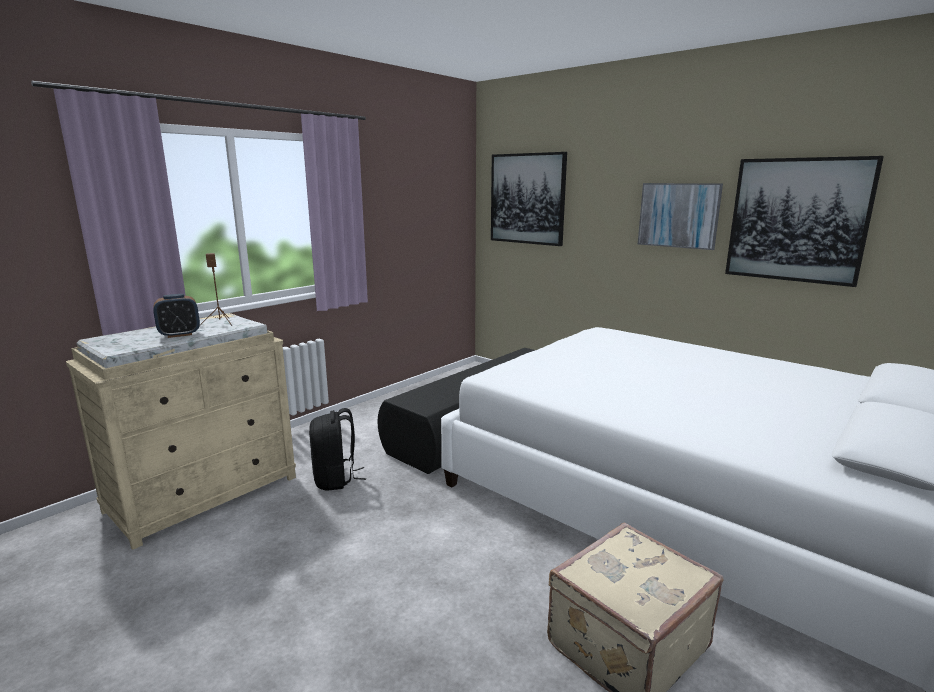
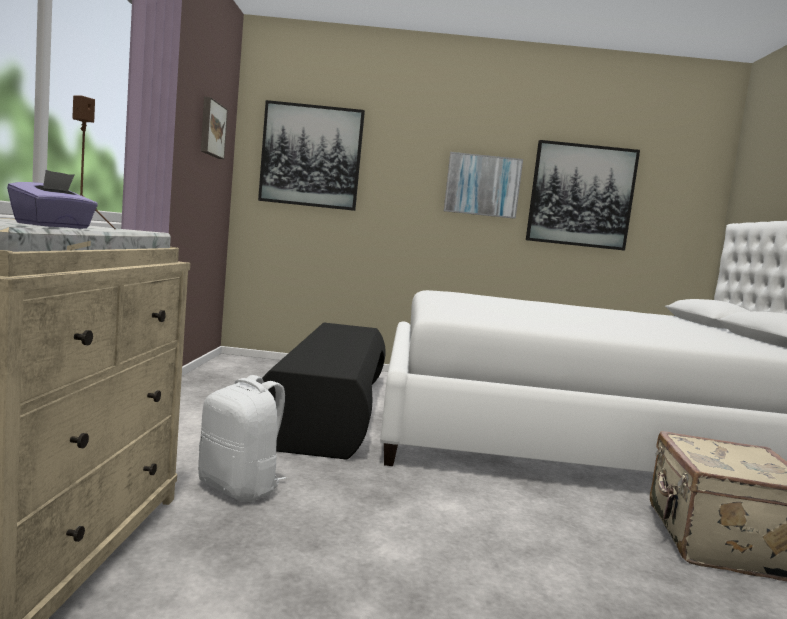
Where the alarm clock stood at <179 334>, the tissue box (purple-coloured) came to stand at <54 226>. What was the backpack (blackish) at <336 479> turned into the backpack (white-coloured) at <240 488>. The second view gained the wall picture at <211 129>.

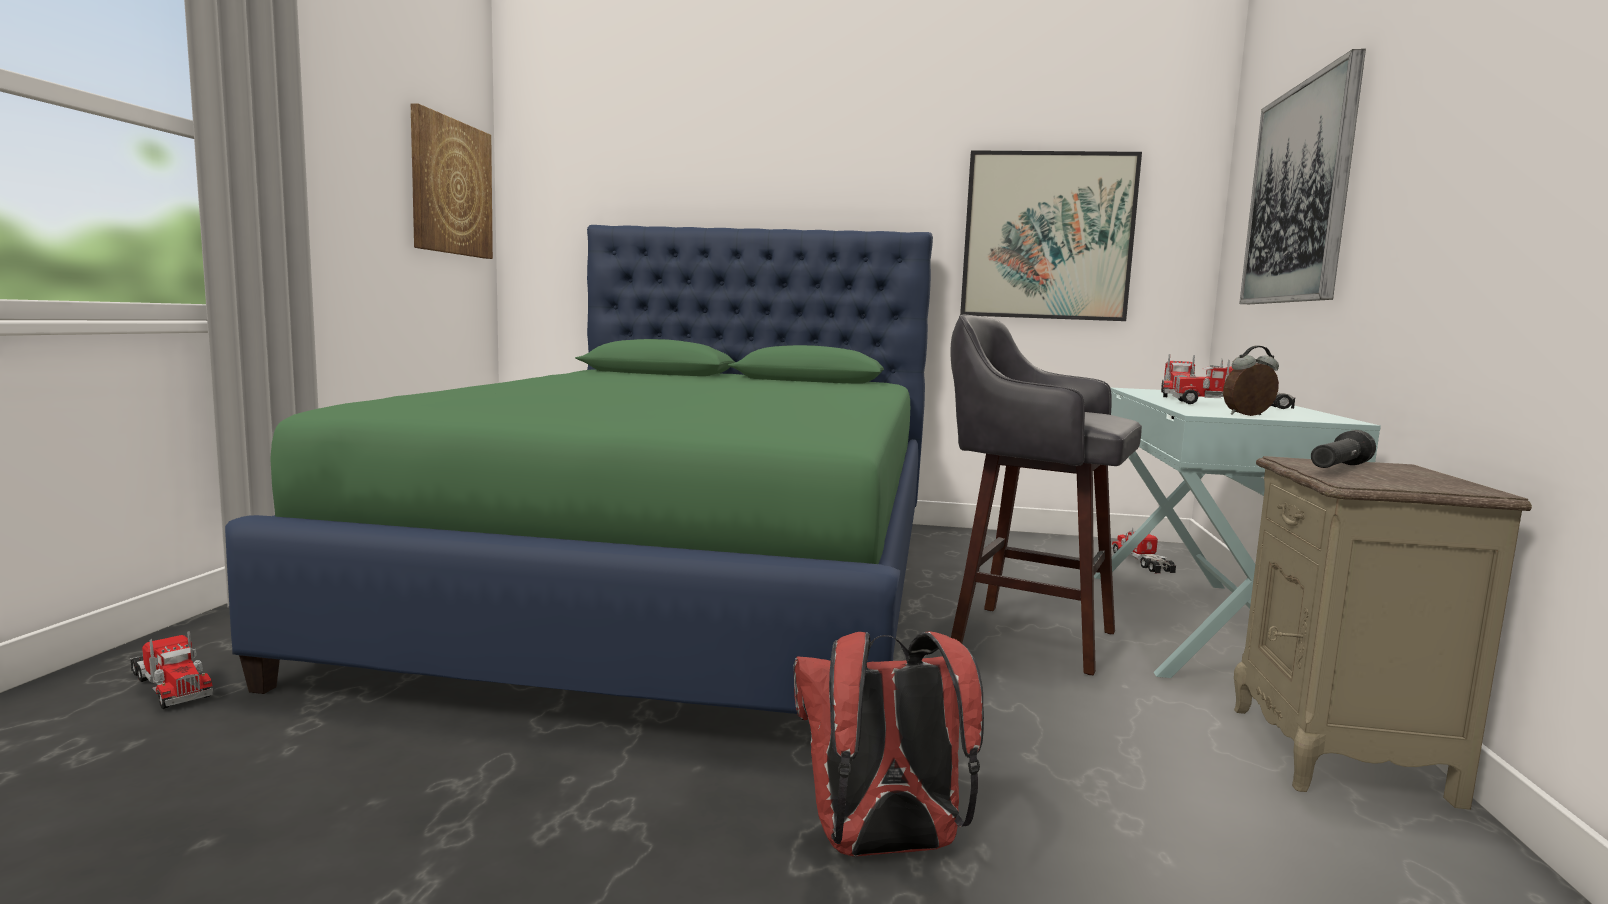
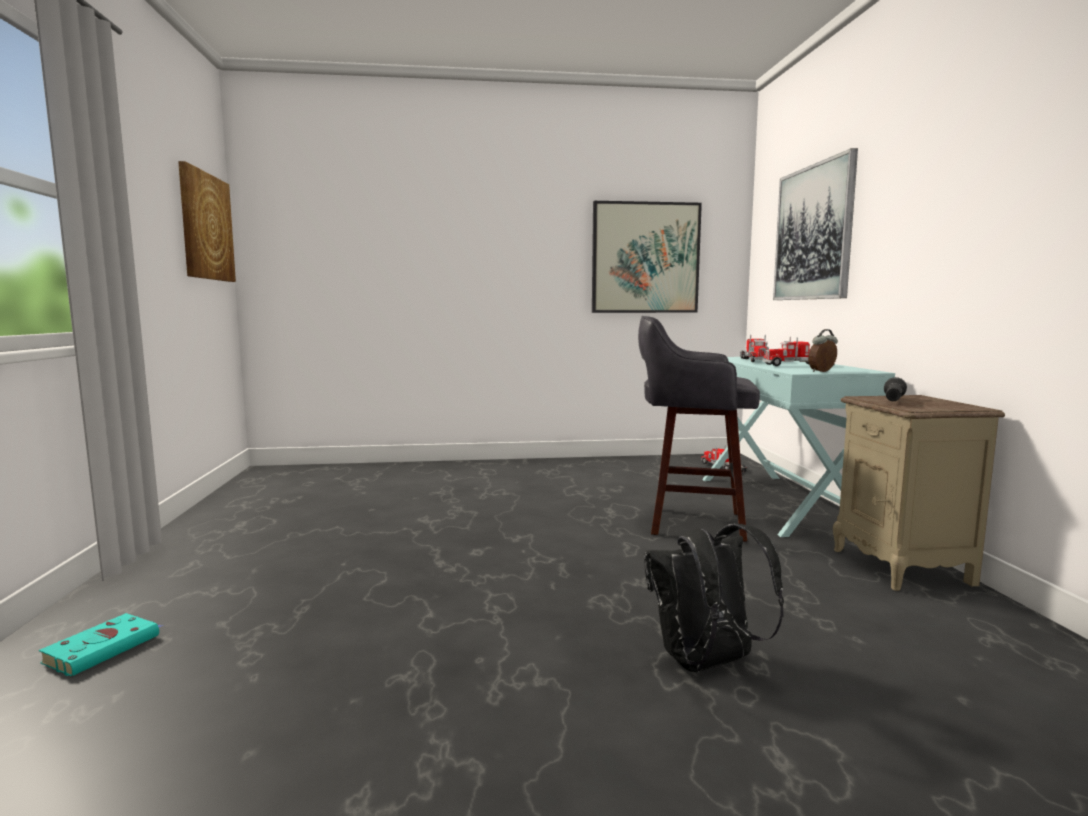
Where the model truck stood at <170 686>, the book (turquoise-coloured) came to stand at <105 648>. What was the backpack (red-coloured) at <882 847> turned into the backpack (blackish) at <706 663>. The second view lost the sleeping bed (greenish) at <683 583>.

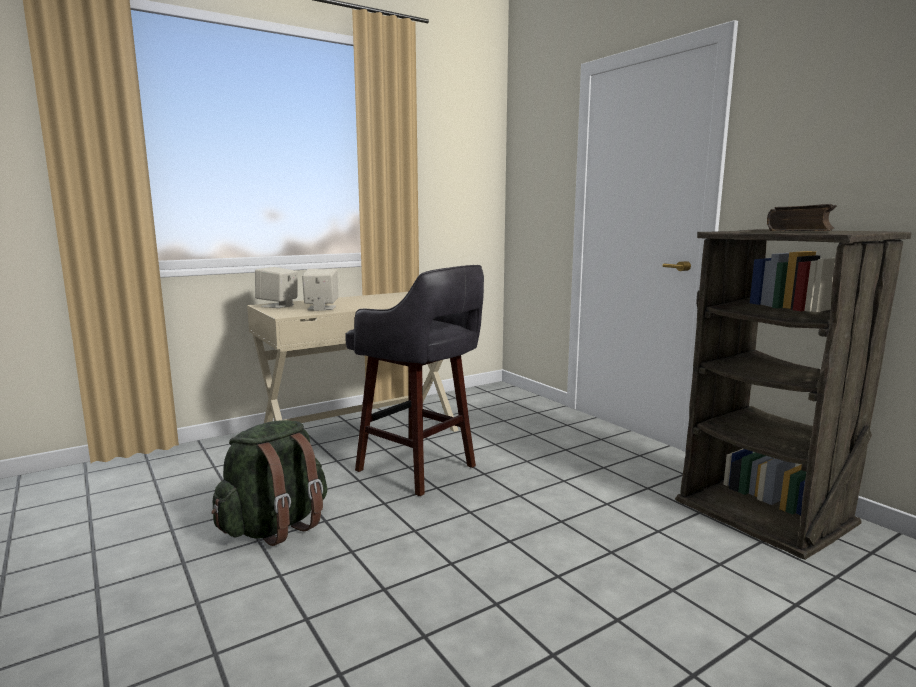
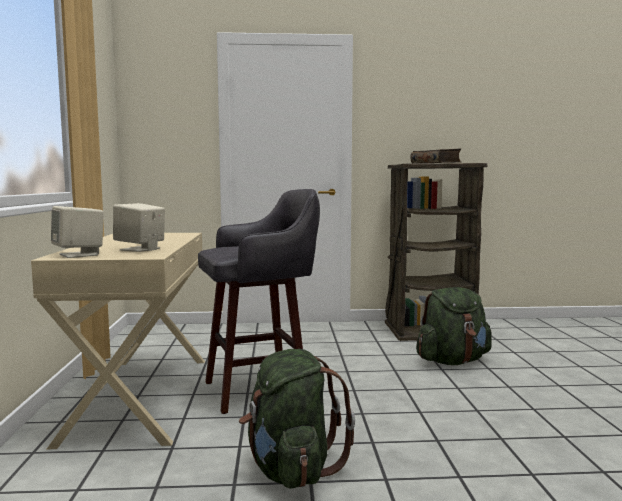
The second view gained the backpack (greenish) at <452 361>.

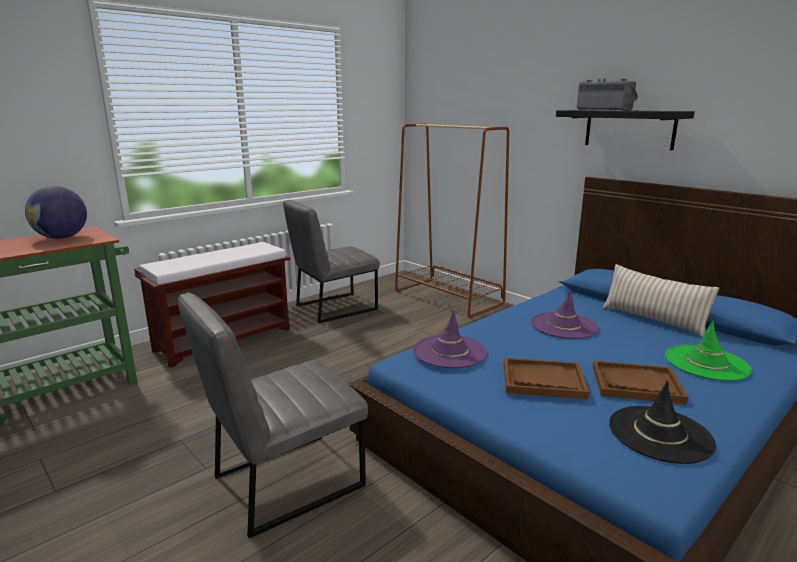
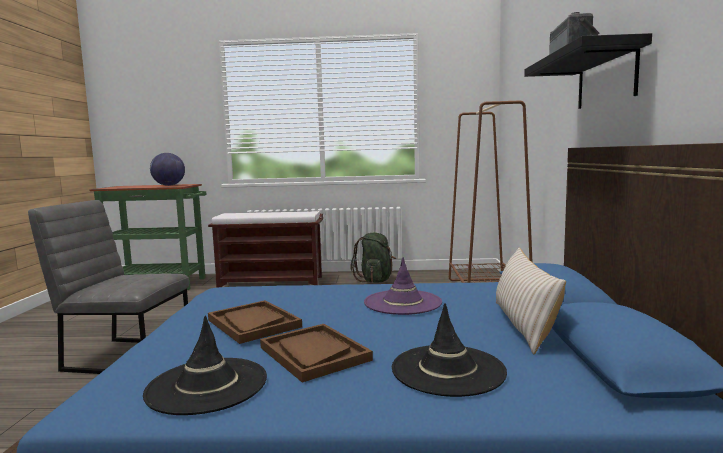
Where the plain chair (grey) stood at <334 308>, the backpack (greenish) came to stand at <375 280>. What was the clothing hat (greenish) at <706 363> turned into the clothing hat (blackish) at <448 370>. The second view lost the clothing hat (purple-coloured) at <449 351>.

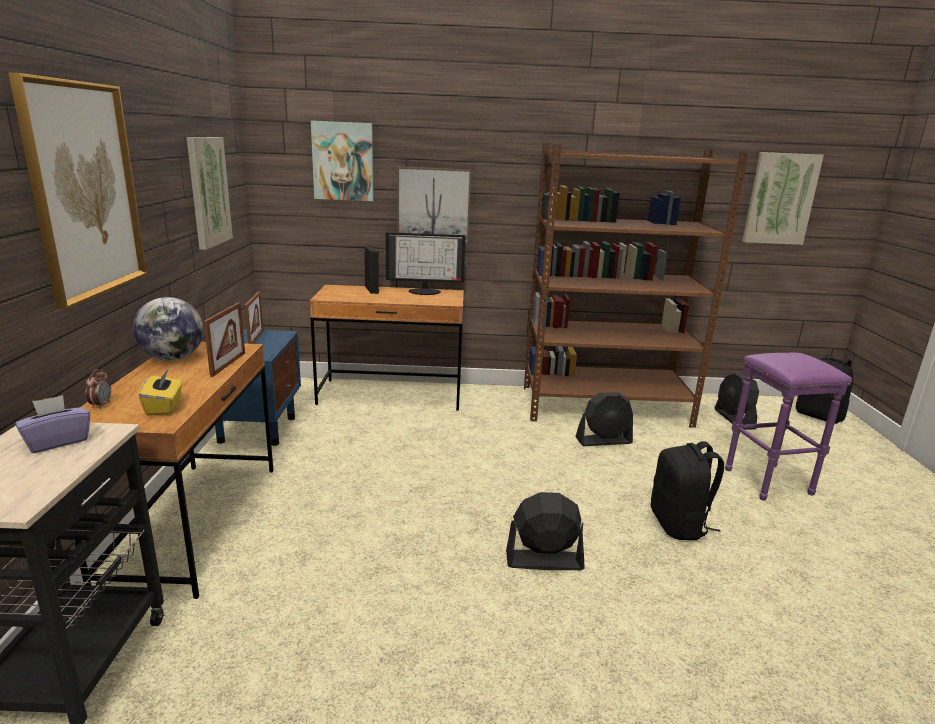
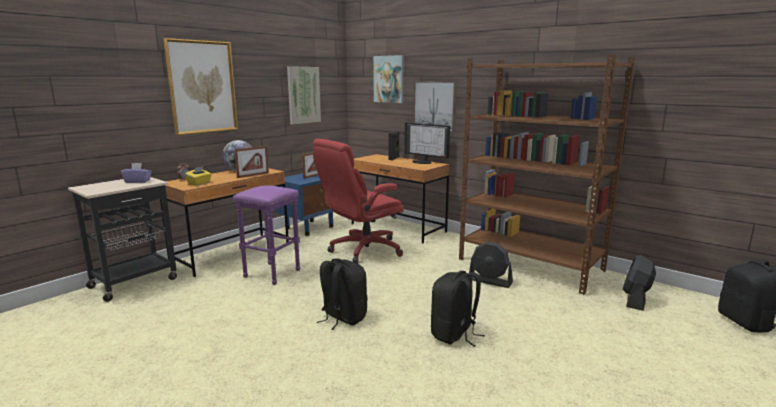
The stool (purple-coloured) ended up elsewhere, having gone from <770 482> to <272 274>. The second view gained the office chair (red-coloured) at <361 251>. Where the cooling fan (blackish) stood at <544 560>, the backpack (blackish) came to stand at <342 317>. The second view lost the wall picture at <780 199>.

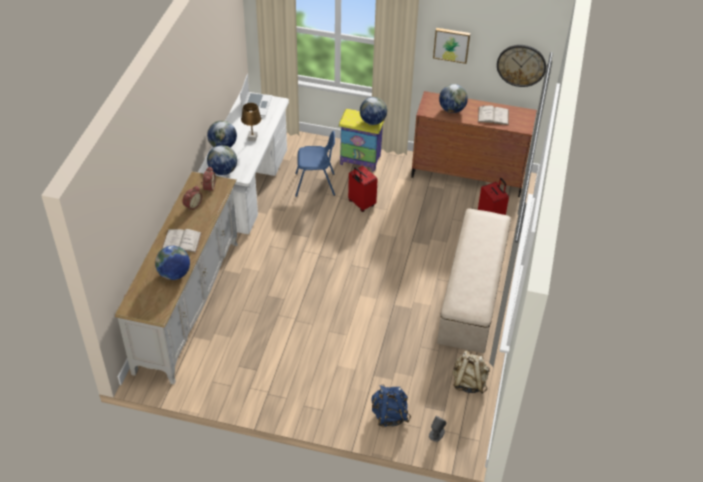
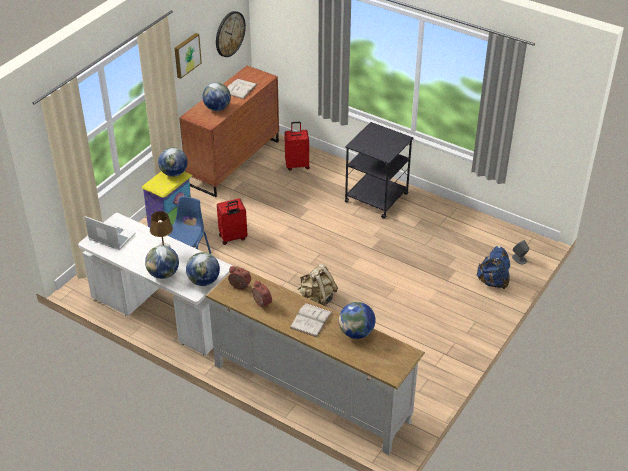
The backpack (beige) ended up elsewhere, having gone from <468 382> to <317 299>. Where the bench (beige) stood at <473 292>, the cart (blackish) came to stand at <377 198>.

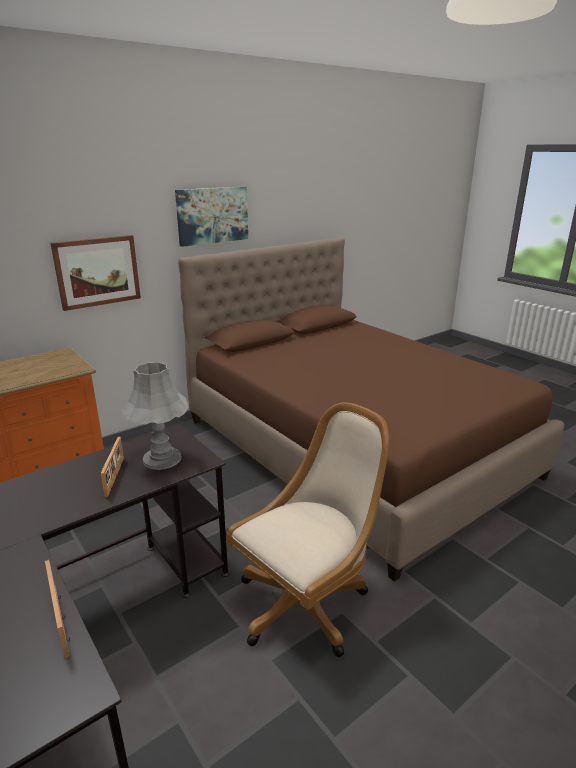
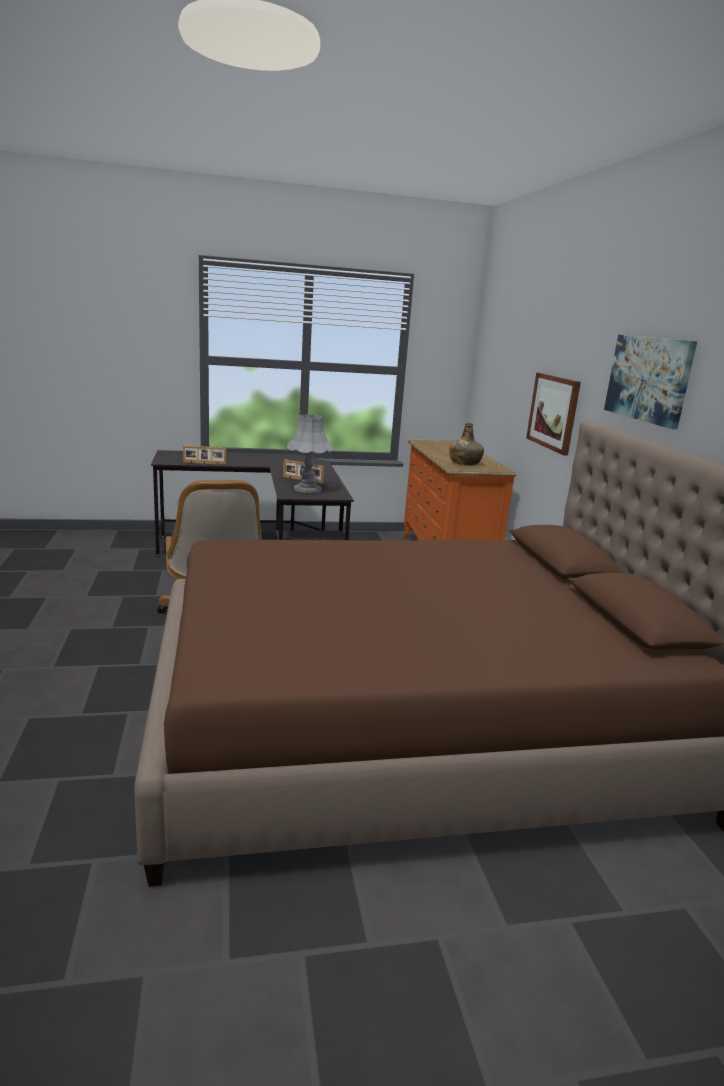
The second view gained the beverage bottle (greenish) at <464 463>.

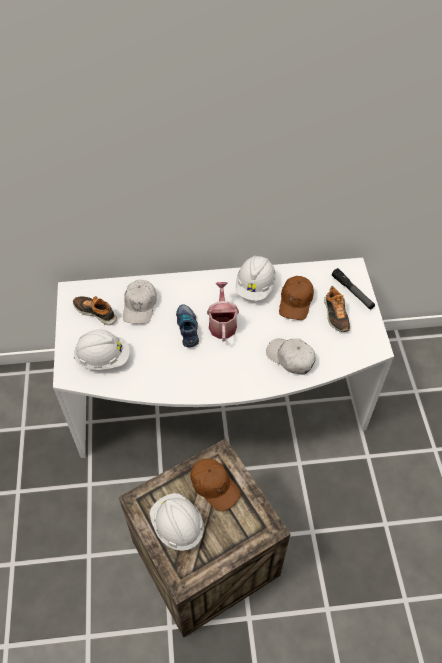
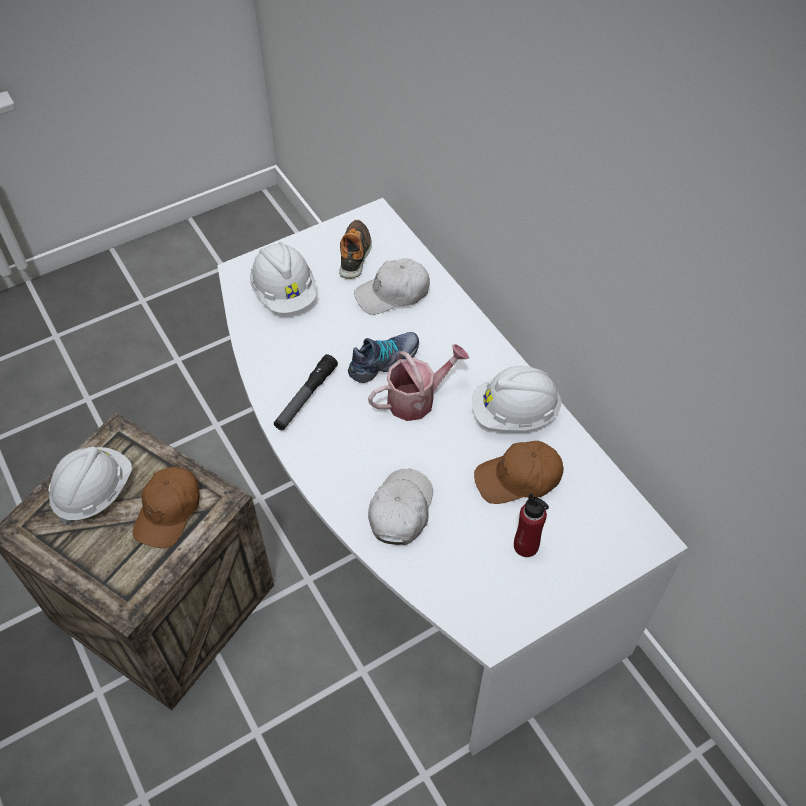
The flashlight ended up elsewhere, having gone from <352 292> to <306 397>. Where the shoe stood at <335 315>, the beverage bottle (red-coloured) came to stand at <526 546>.

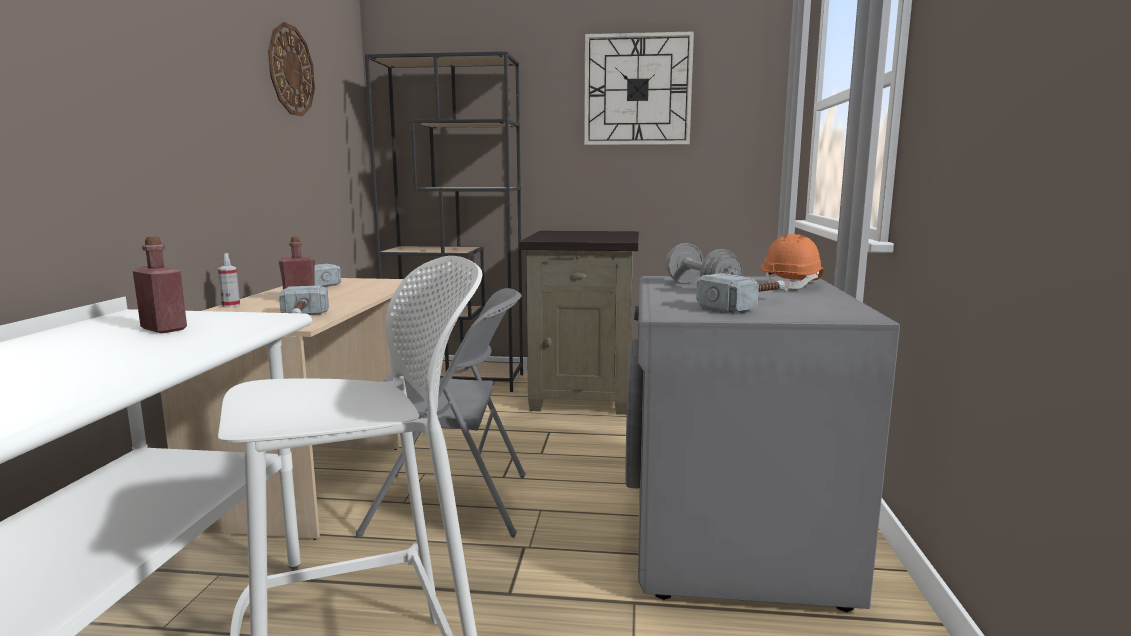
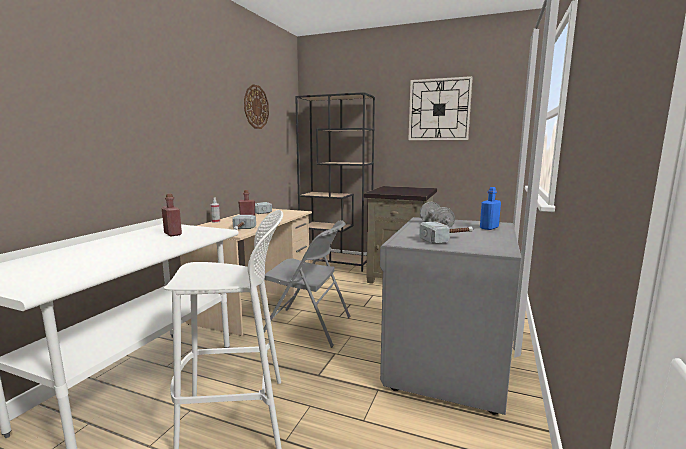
Where the hard hat (orange-coloured) stood at <792 285>, the beverage bottle (bluish) came to stand at <489 228>.

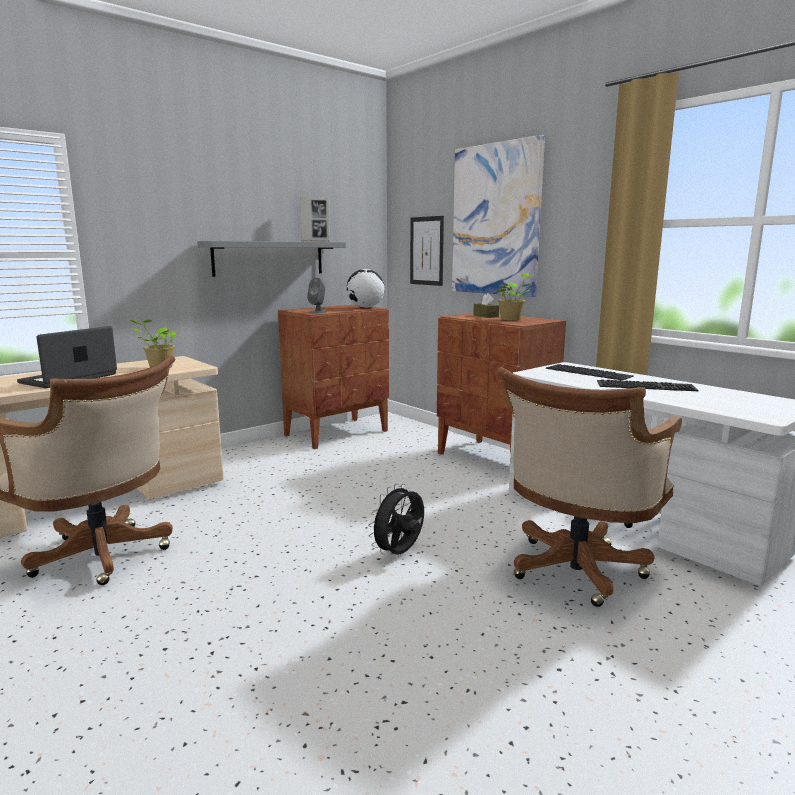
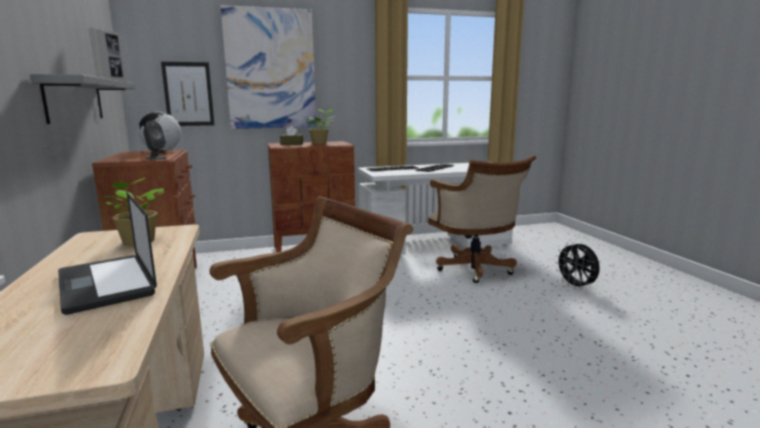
The cooling fan (blackish) ended up elsewhere, having gone from <399 554> to <576 286>.

